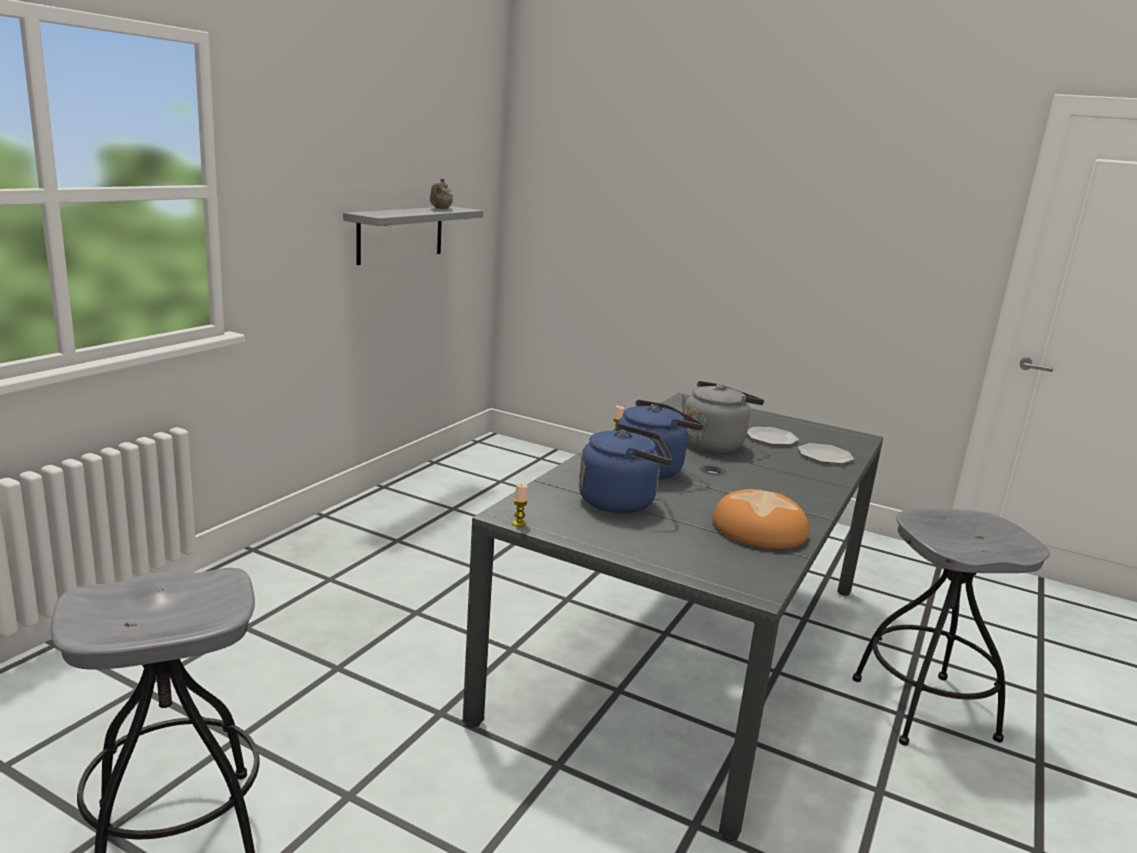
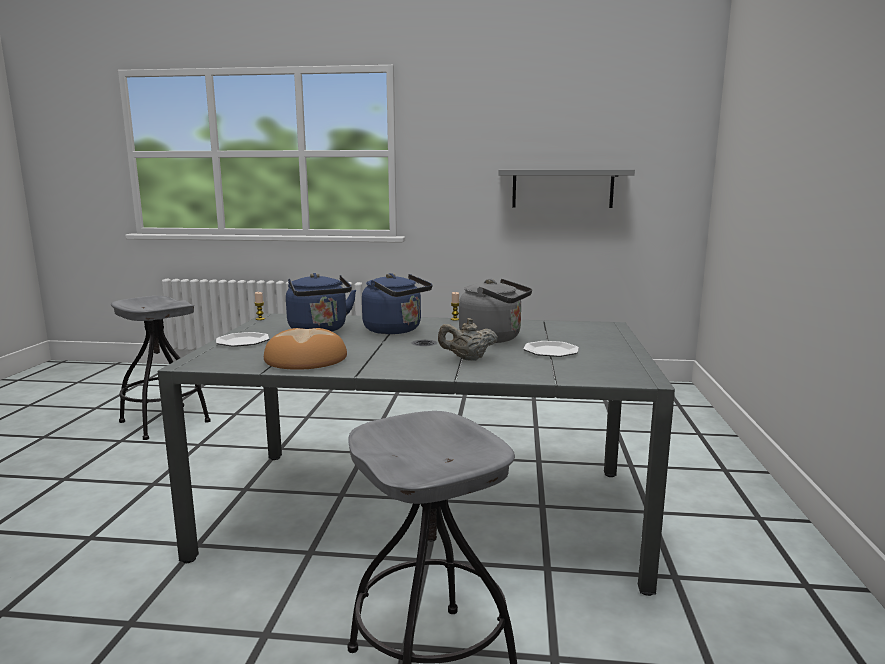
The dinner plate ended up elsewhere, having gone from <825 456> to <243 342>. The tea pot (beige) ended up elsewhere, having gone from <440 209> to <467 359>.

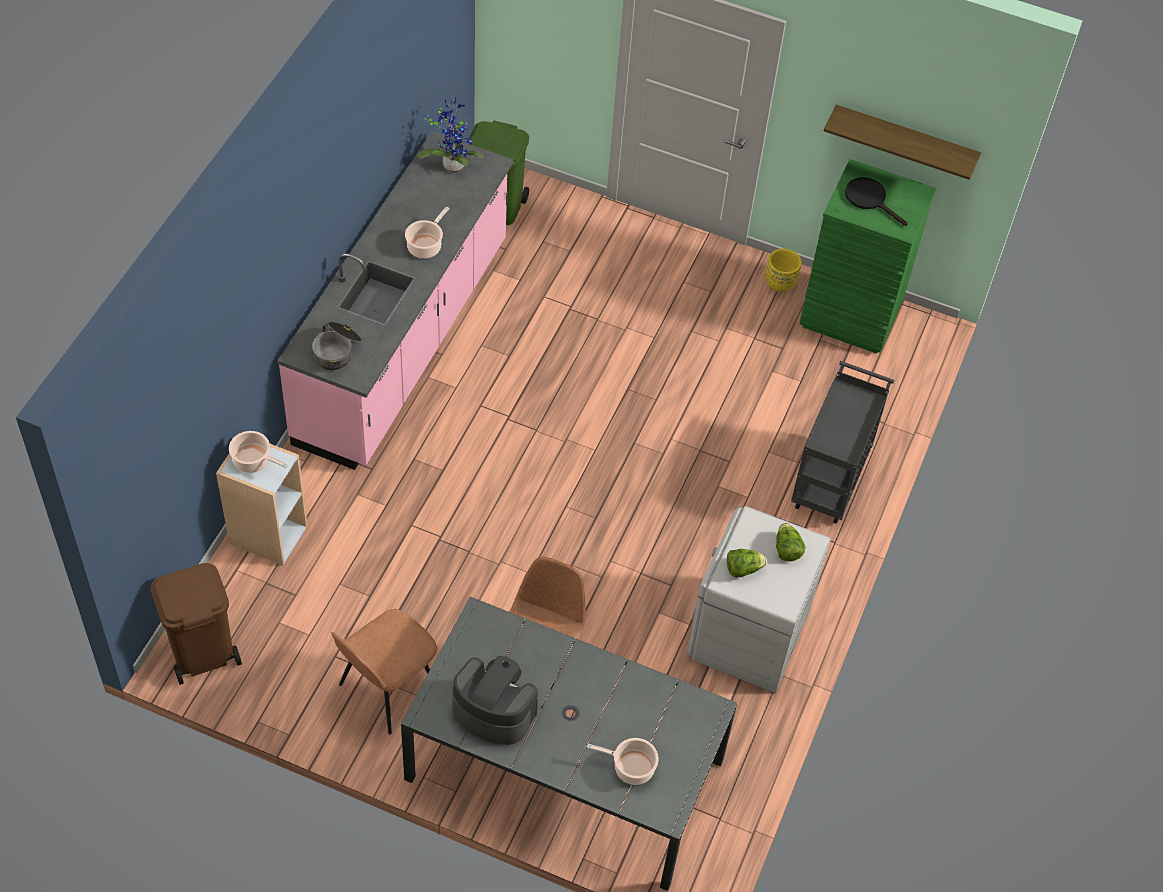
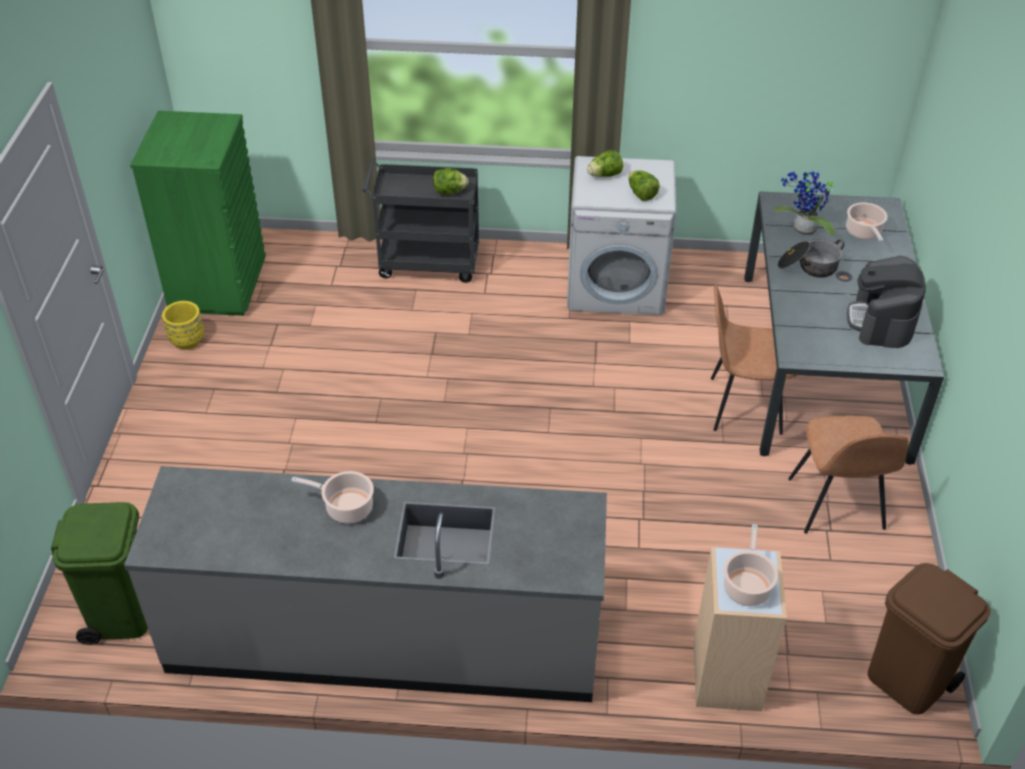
What was the kitchen counter (pink-coloured) at <404 342> turned into the kitchen counter (grey) at <385 638>. The second view gained the lettuce at <449 191>. The houseplant ended up elsewhere, having gone from <453 164> to <802 231>. The saucepot ended up elsewhere, having gone from <337 351> to <808 266>. The plain chair (brownish) at <387 690> ended up facing another way, 60 degrees clockwise from before. The second view lost the bracket shelf at <904 141>. The second view lost the pan (blackish) at <870 199>.

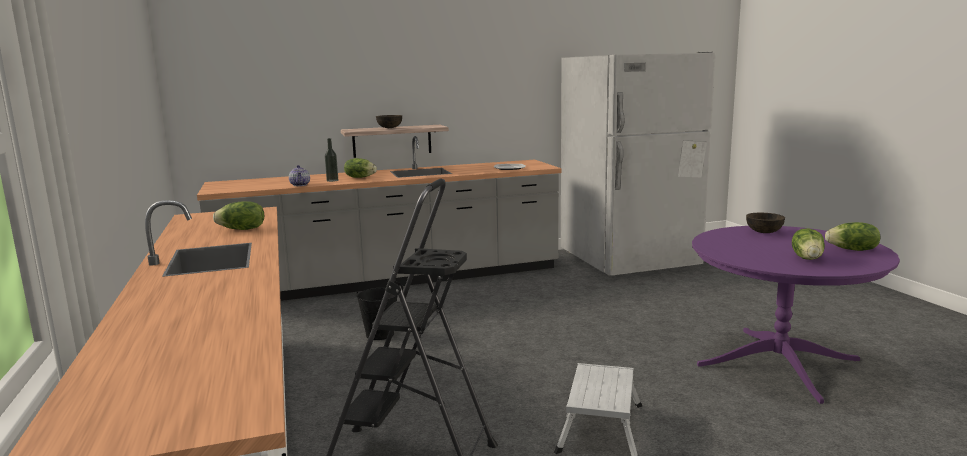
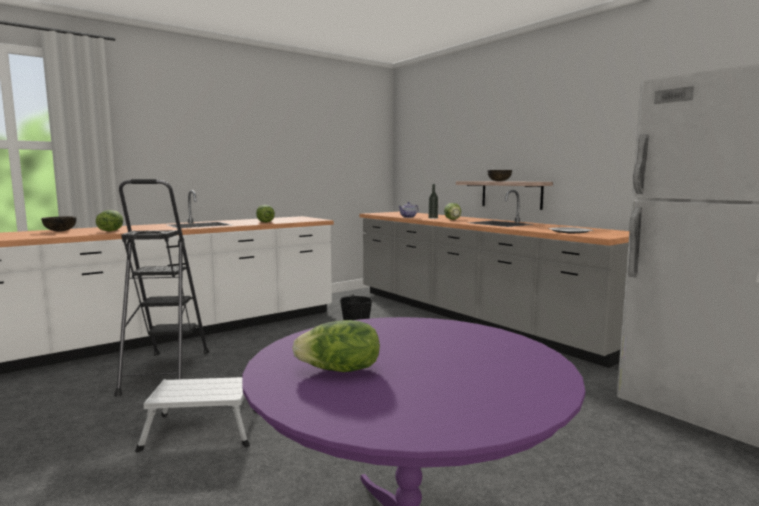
The bowl (brownish) ended up elsewhere, having gone from <764 232> to <60 231>. The lettuce ended up elsewhere, having gone from <852 250> to <111 231>.

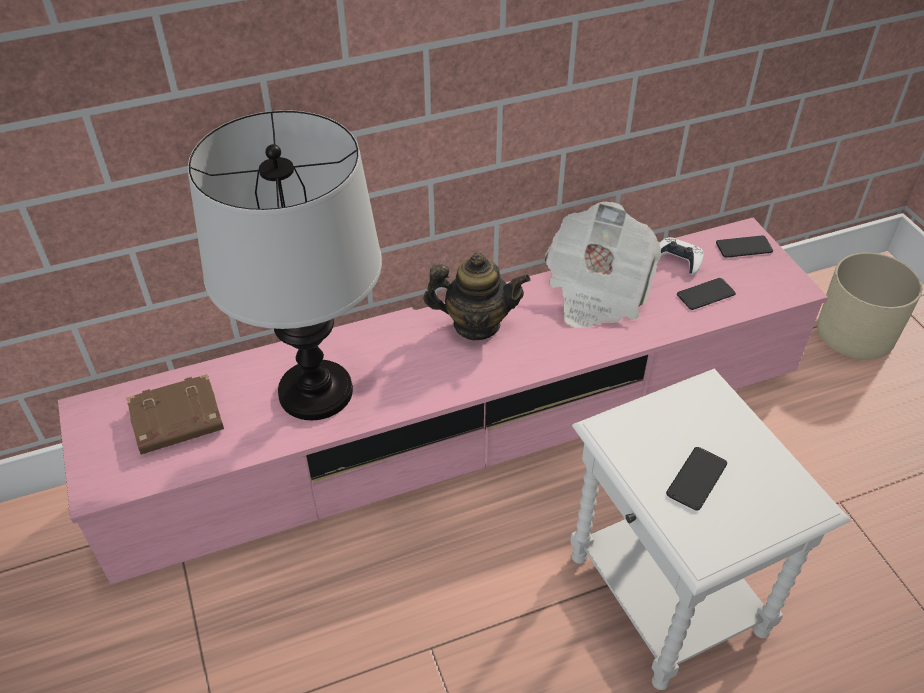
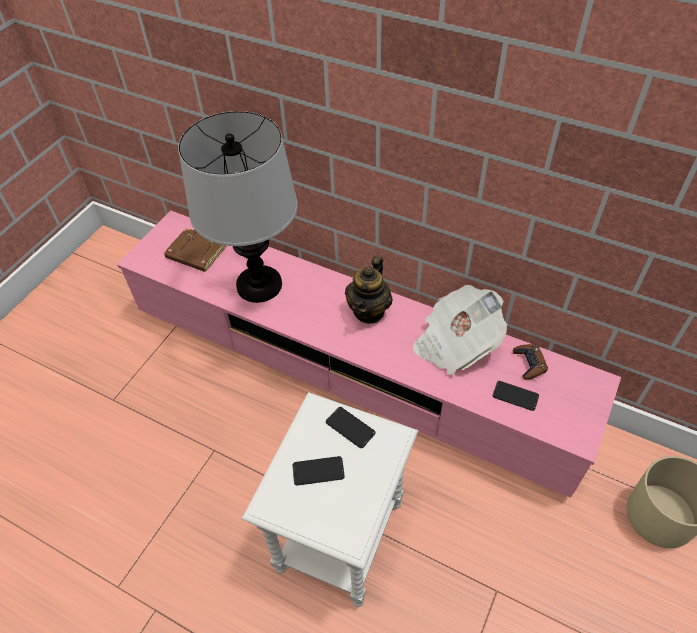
The handset ended up elsewhere, having gone from <744 247> to <350 427>. The tea pot at <476 325> ended up facing another way, 60 degrees clockwise from before. What was the joypad (white-coloured) at <678 260> turned into the joypad (brownish) at <529 363>.

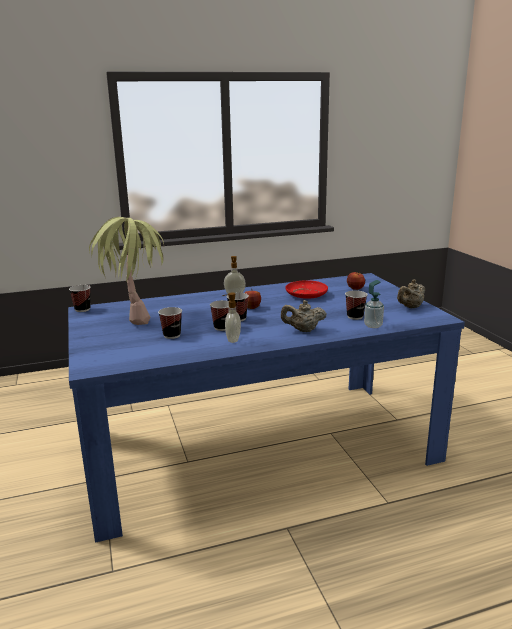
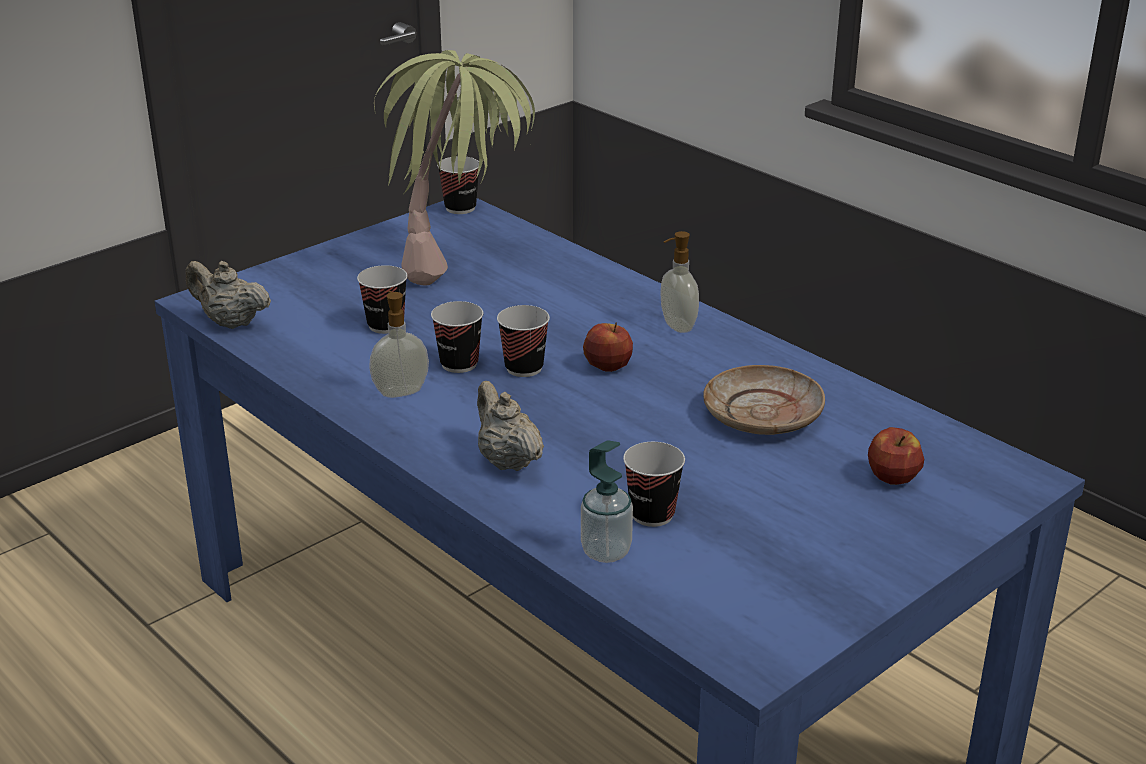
The tea pot (beige) ended up elsewhere, having gone from <410 307> to <230 322>. What was the dinner plate (red-coloured) at <306 295> turned into the dinner plate (beige) at <763 415>.

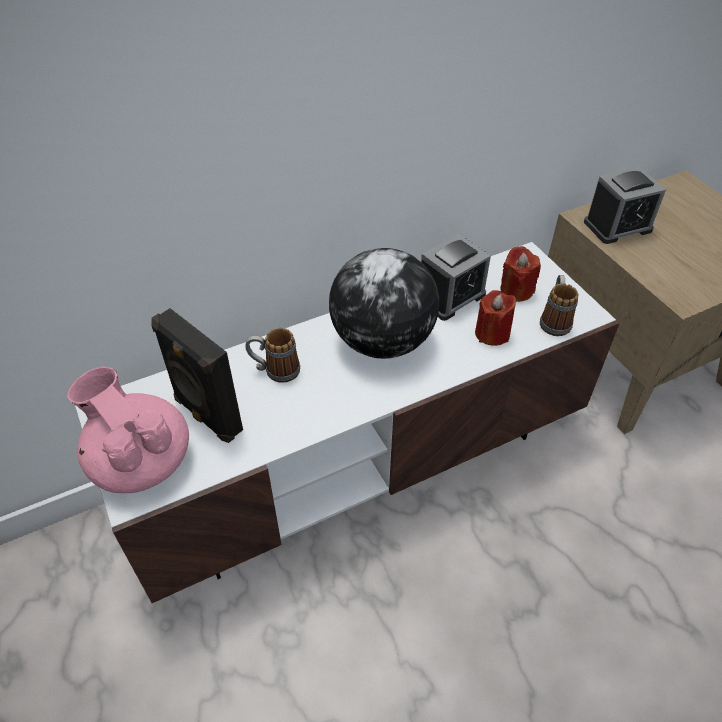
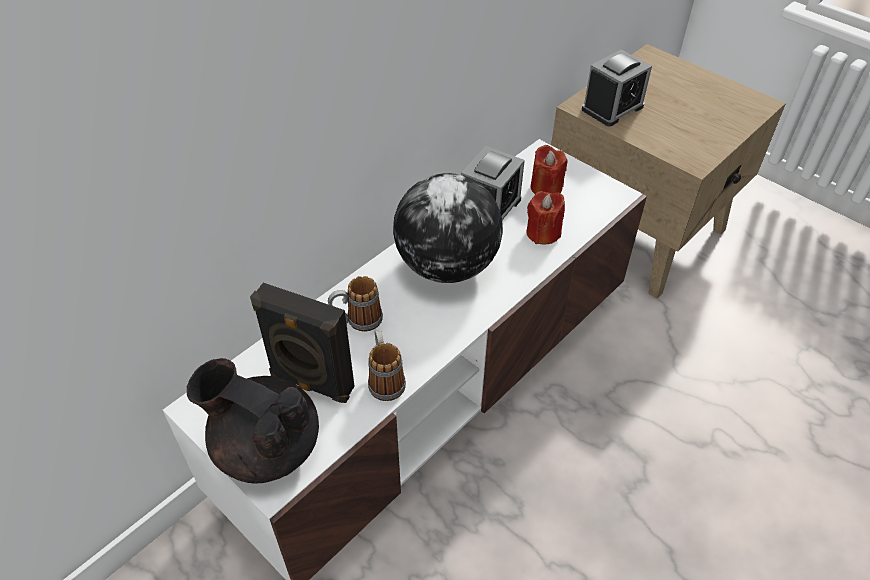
What was the tea pot (pink-coloured) at <141 461> turned into the tea pot (blackish) at <266 446>. The tea mug ended up elsewhere, having gone from <554 320> to <385 379>.

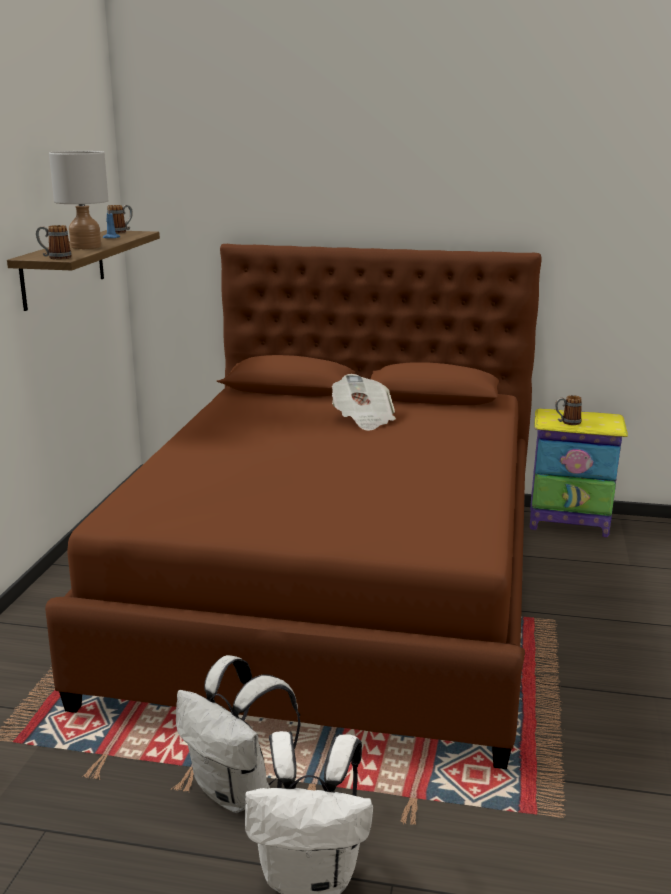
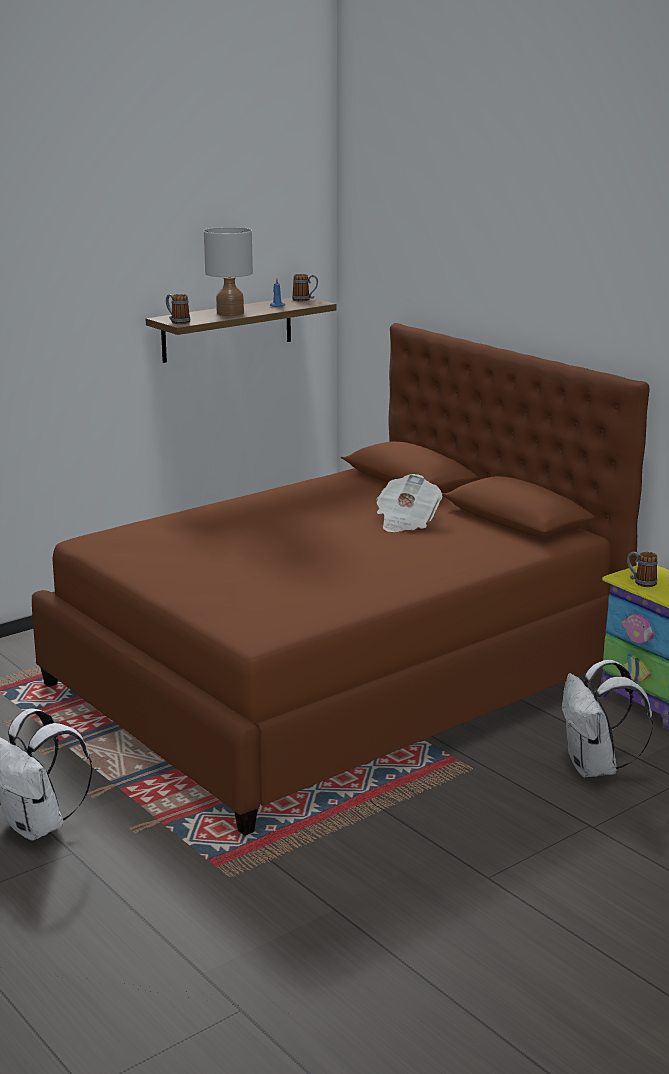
The backpack (white-coloured) ended up elsewhere, having gone from <237 791> to <595 768>.

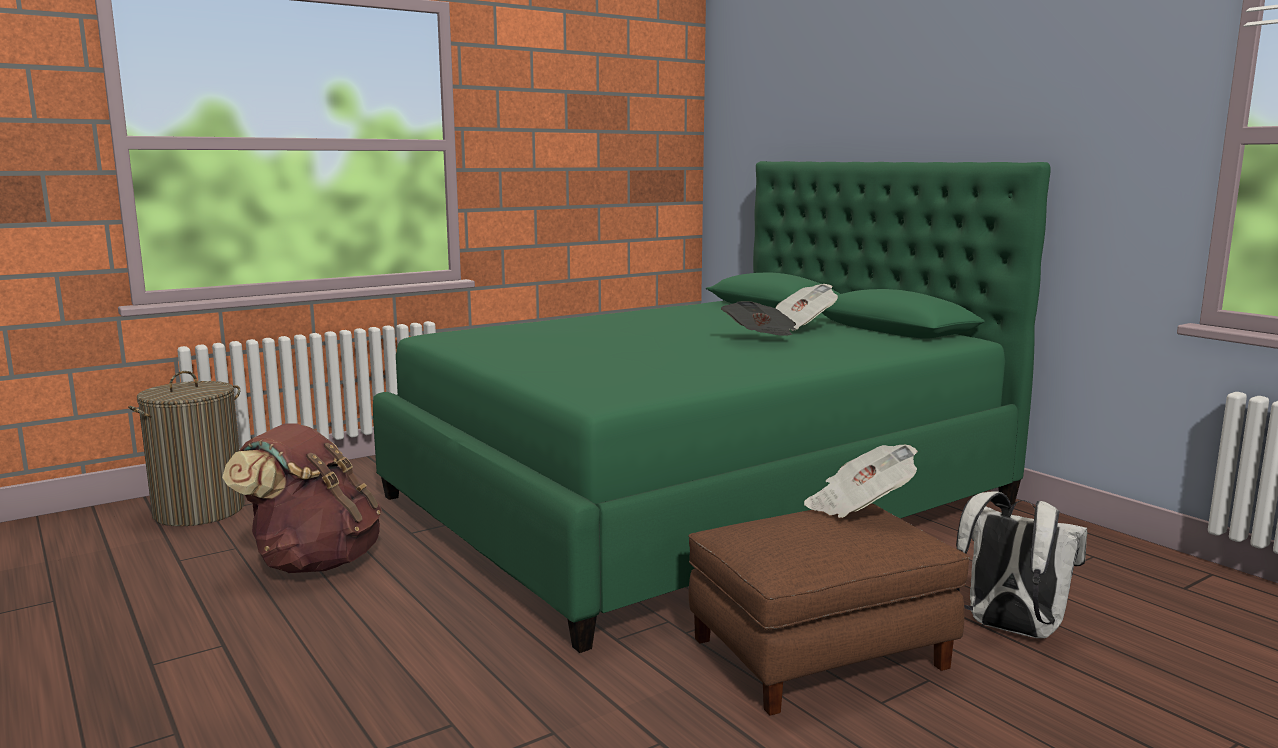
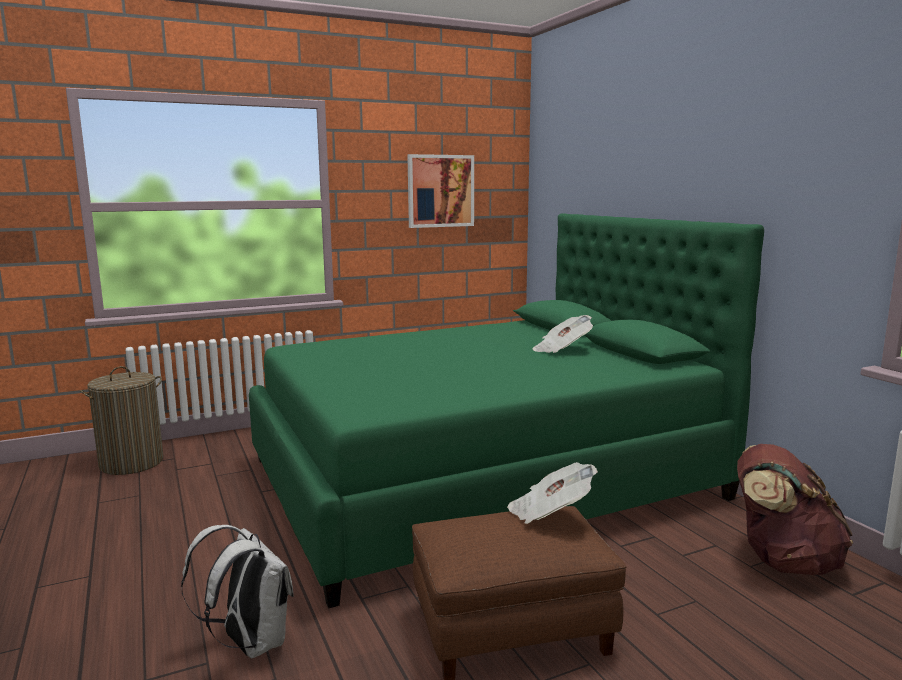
The backpack (white-coloured) ended up elsewhere, having gone from <1009 629> to <249 643>. The second view gained the wall picture at <440 191>. The backpack (brownish) ended up elsewhere, having gone from <313 562> to <782 561>. The second view lost the printed paper at <761 340>.

